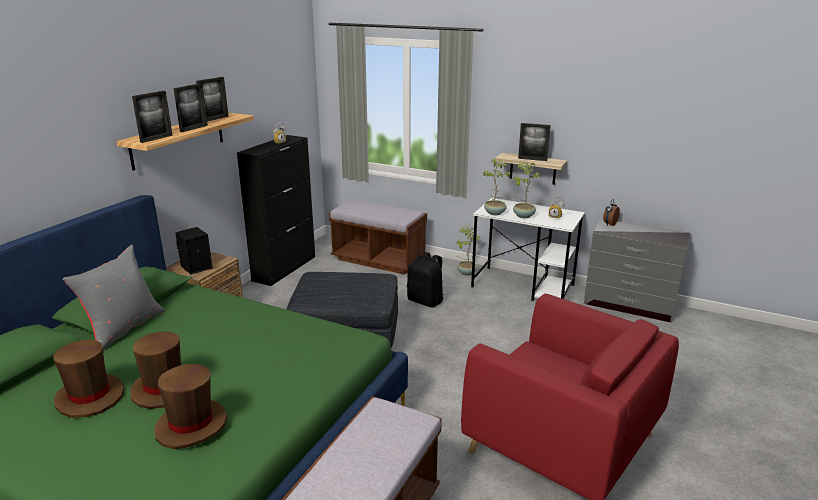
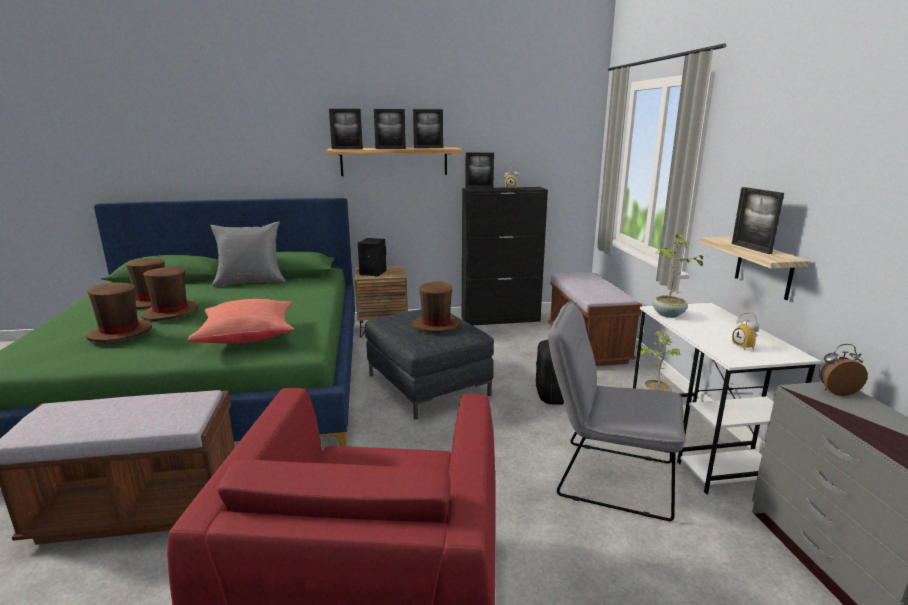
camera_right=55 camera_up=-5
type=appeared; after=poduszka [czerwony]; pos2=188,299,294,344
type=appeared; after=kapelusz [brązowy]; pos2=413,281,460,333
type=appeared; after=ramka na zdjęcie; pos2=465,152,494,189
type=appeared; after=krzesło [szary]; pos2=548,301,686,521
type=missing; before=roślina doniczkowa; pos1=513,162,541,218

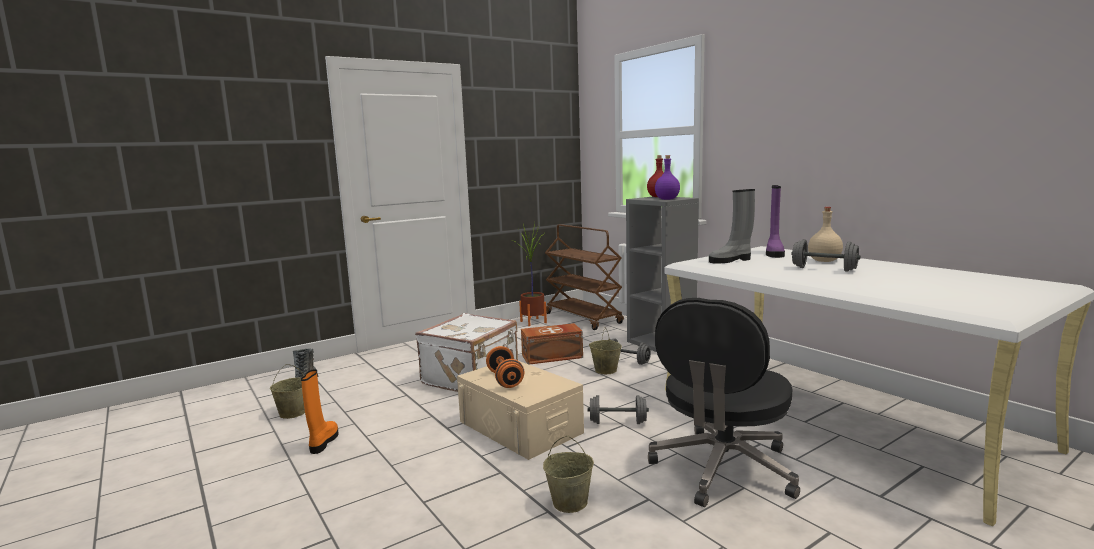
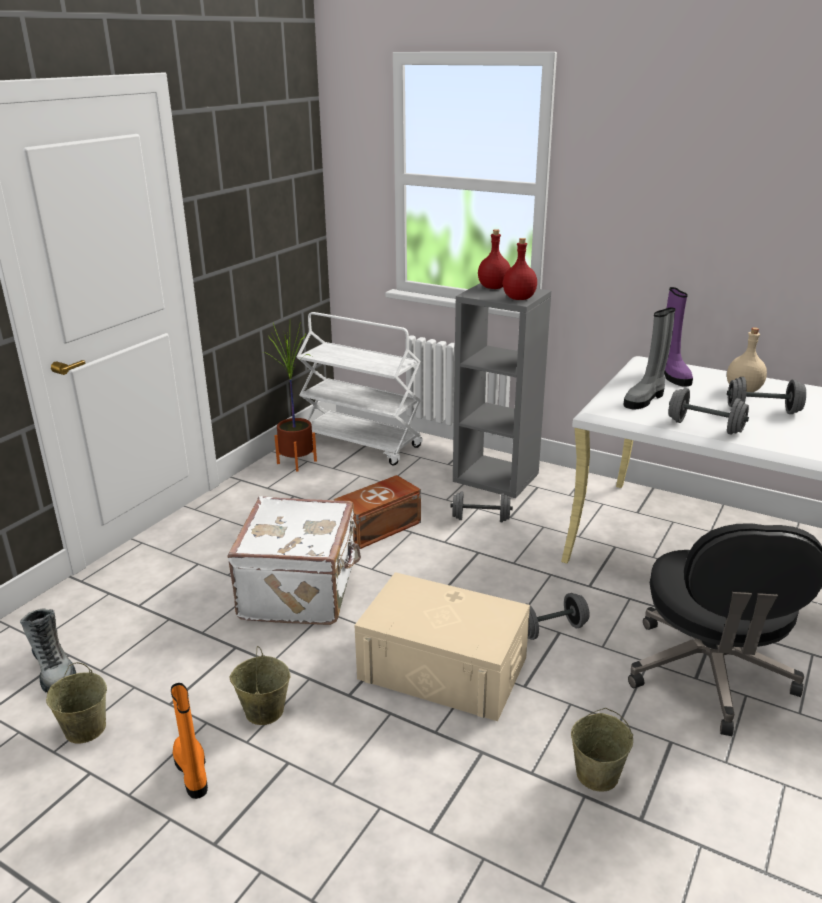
camera_right=-25 camera_up=15
type=relocated; before=wiadro [beżowy]; pos1=589,328,622,374; pos2=230,646,291,725
type=colour; before=wózek [brązowy]; after=wózek [biały]; pos1=545,224,624,330; pos2=297,312,423,466
type=colour; before=butelka [fioletowy]; after=butelka [czerwony]; pos1=655,155,680,200; pos2=503,238,537,300
type=appeared; after=hantel [szary]; pos2=668,388,749,435
type=missing; before=hantel [pomarańczowy]; pos1=486,346,524,388

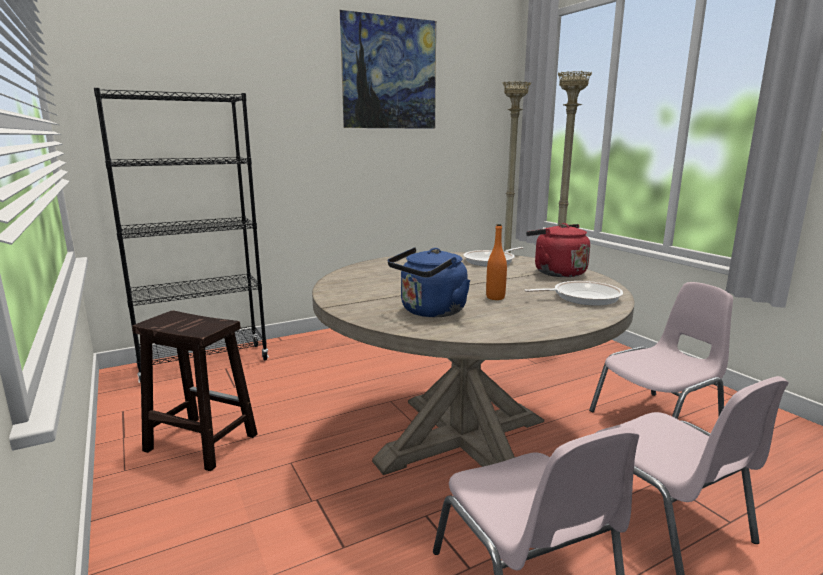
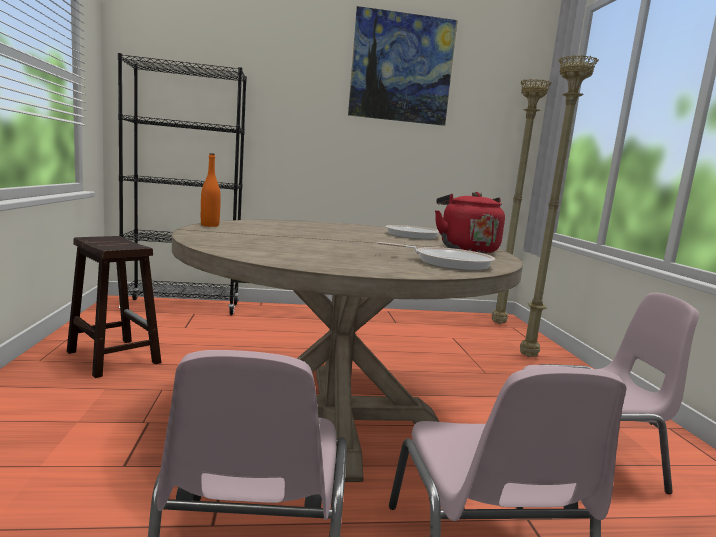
camera_right=20 camera_up=-5
type=relocated; before=butelka [pomarańczowy]; pos1=486,224,507,300; pos2=201,153,221,227
type=missing; before=czajnik [niebieski]; pos1=388,247,471,317

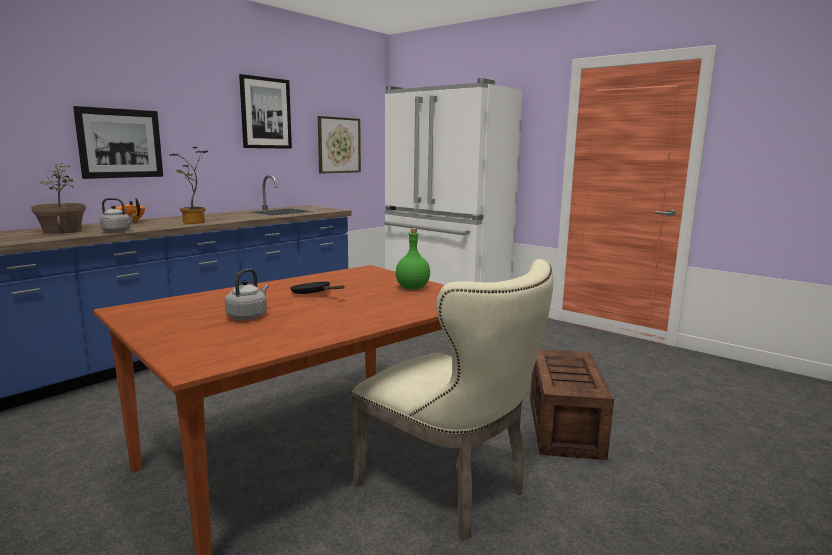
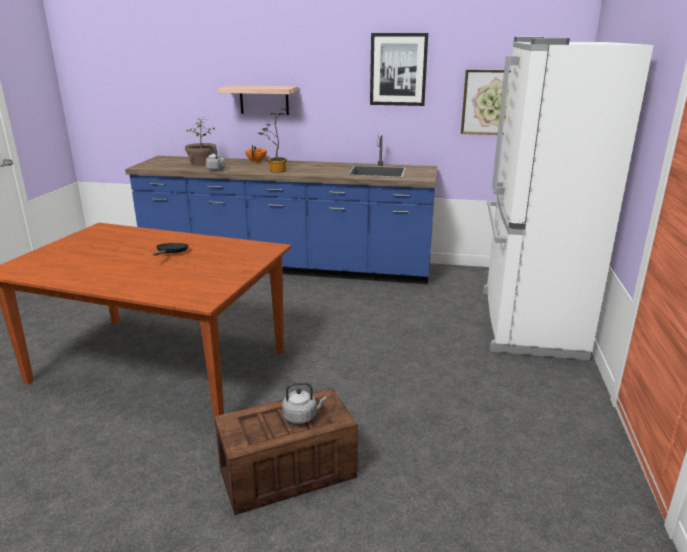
camera_right=60 camera_up=10
type=exchanged; before=obraz; after=półka; pos1=73,106,163,179; pos2=218,85,298,115
type=relocated; before=czajnik [szary]; pos1=225,269,269,320; pos2=282,382,327,424
type=missing; before=krzesło [beżowy]; pos1=352,259,553,540
type=missing; before=butelka [zielony]; pos1=396,228,430,289

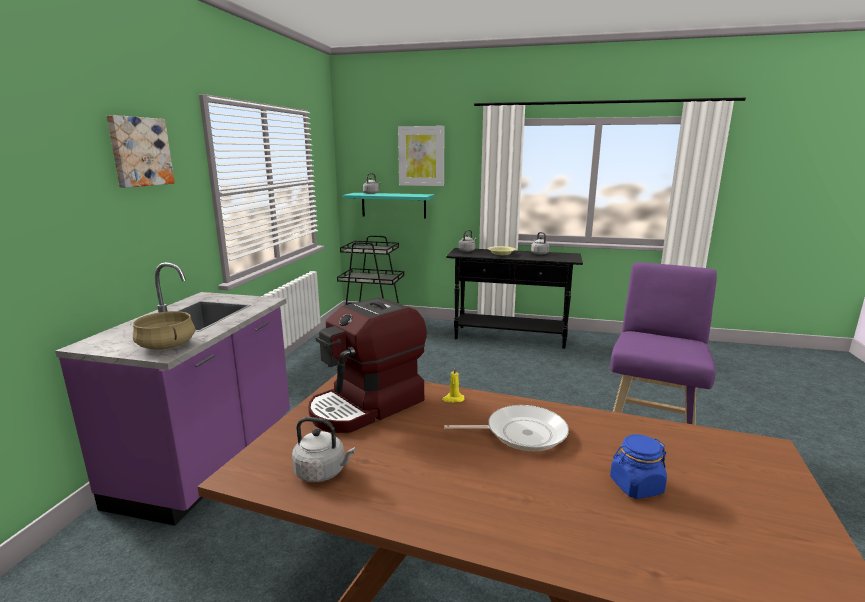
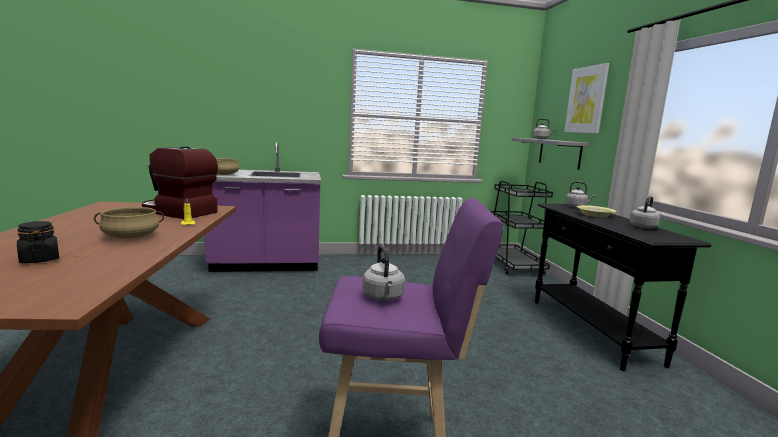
camera_right=65 camera_up=-5
type=colour; before=słoik [niebieski]; after=słoik [czarny]; pos1=610,434,667,499; pos2=17,221,59,263
type=exchanged; before=patelnia; after=garnek [beżowy]; pos1=444,405,569,451; pos2=94,207,164,239
type=relocated; before=czajnik [szary]; pos1=292,417,355,482; pos2=363,245,405,301
type=colour; before=półka [turkusowy]; after=półka [szary]; pos1=342,193,435,218; pos2=512,138,590,170
type=missing; before=obraz; pos1=106,115,175,188

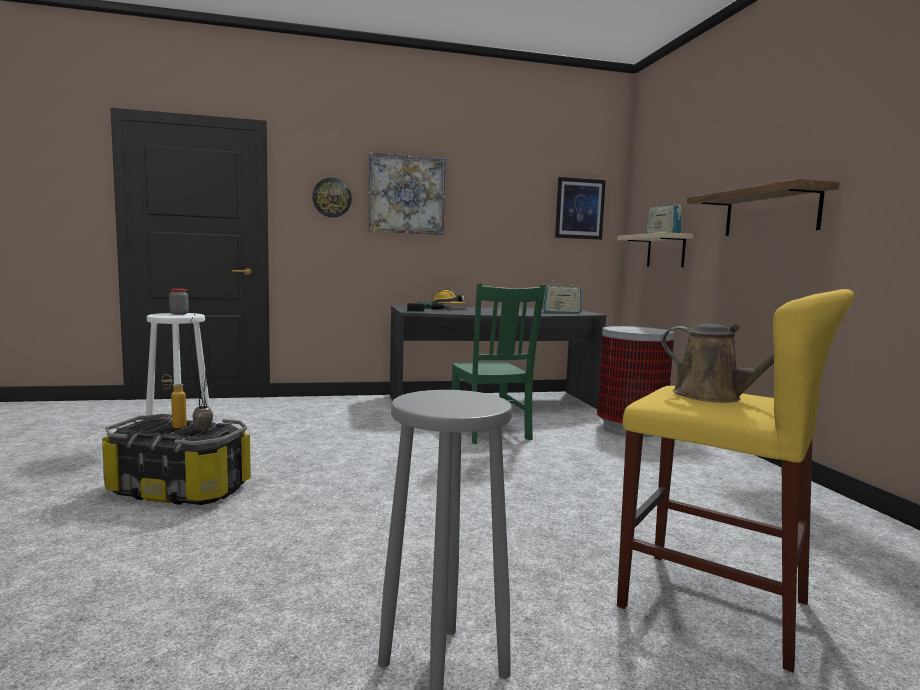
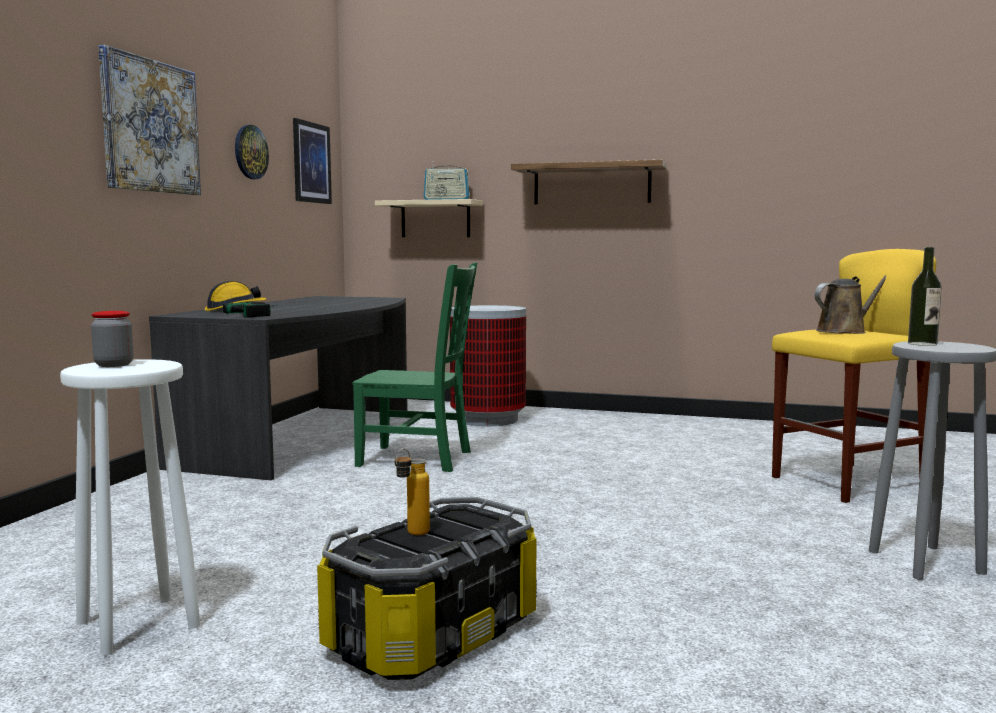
camera_right=-60 camera_up=0
type=relocated; before=zegar ścienny; pos1=312,178,352,218; pos2=235,125,269,179
type=appeared; after=butelka; pos2=908,247,942,346
type=missing; before=roślina doniczkowa; pos1=181,316,213,432
type=missing; before=radio; pos1=543,280,581,313

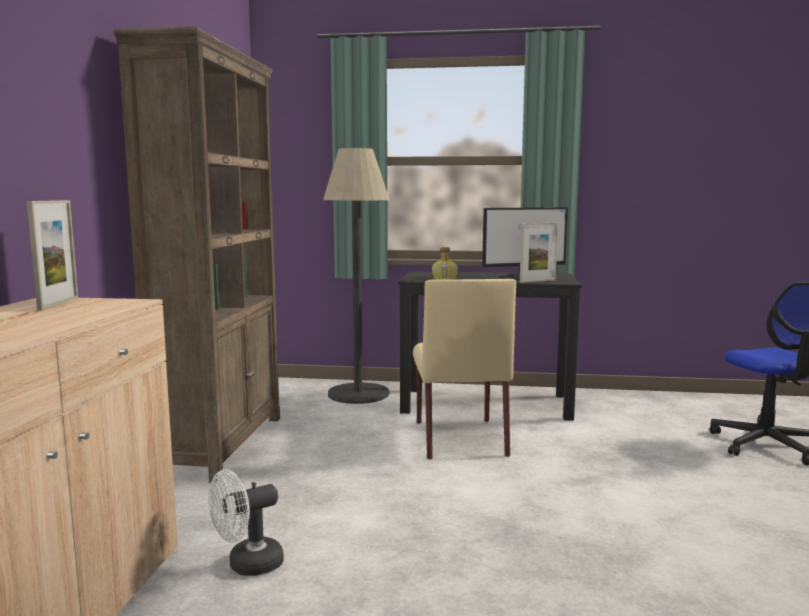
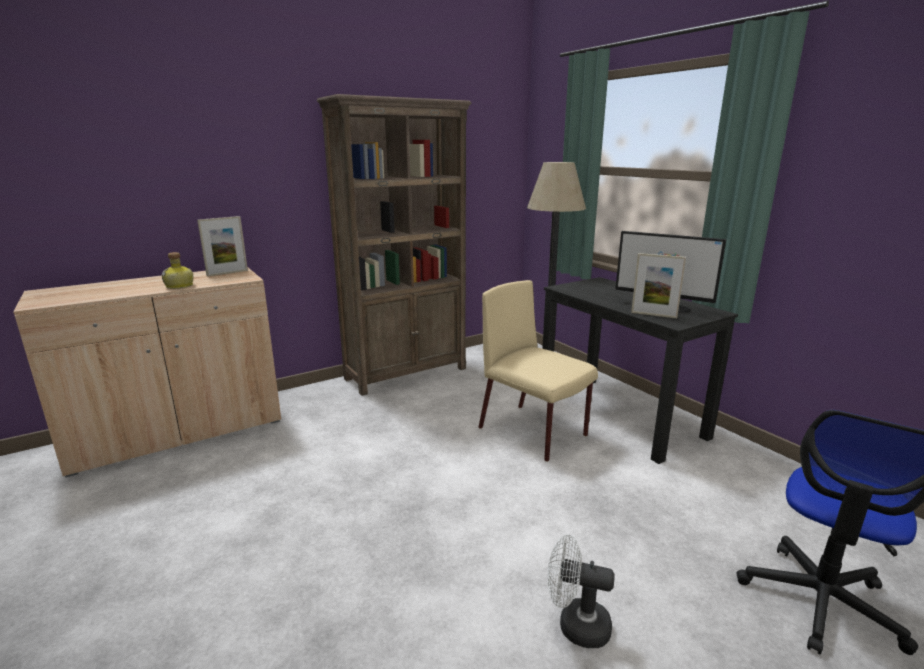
camera_right=50 camera_up=10
type=relocated; before=butelka; pos1=432,247,458,279; pos2=162,252,193,289
type=spun; before=krzesło [beżowy]; pos1=413,279,516,460; pos2=479,280,598,462; turn=90
type=relocated; before=wentylator [biały]; pos1=208,469,284,576; pos2=548,534,615,648

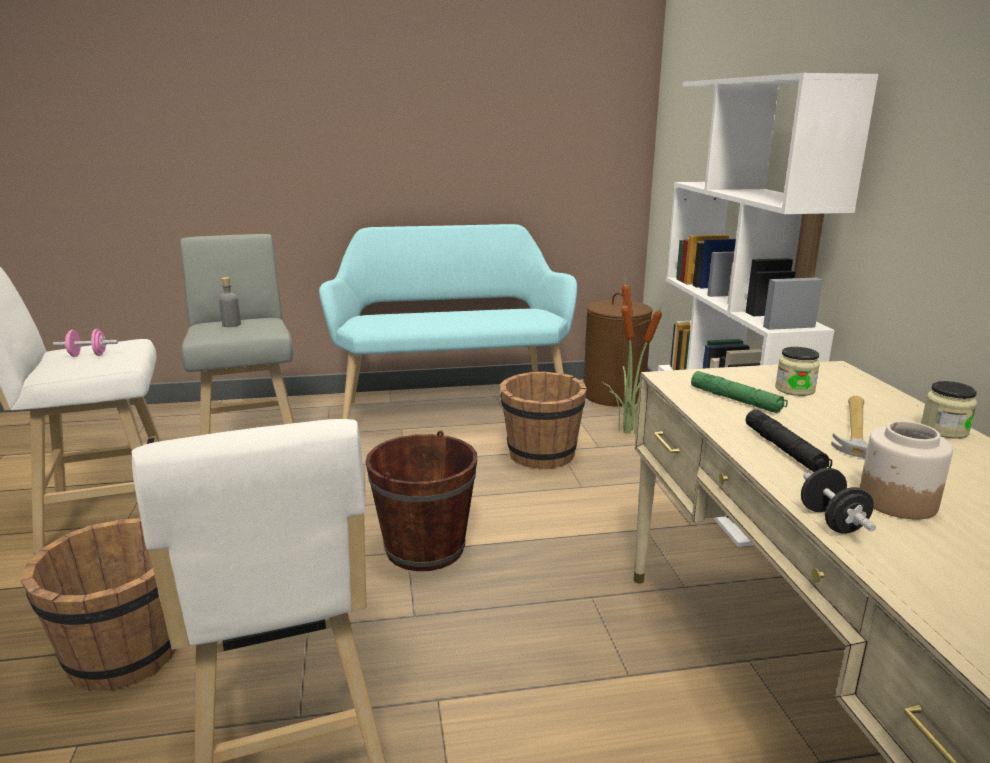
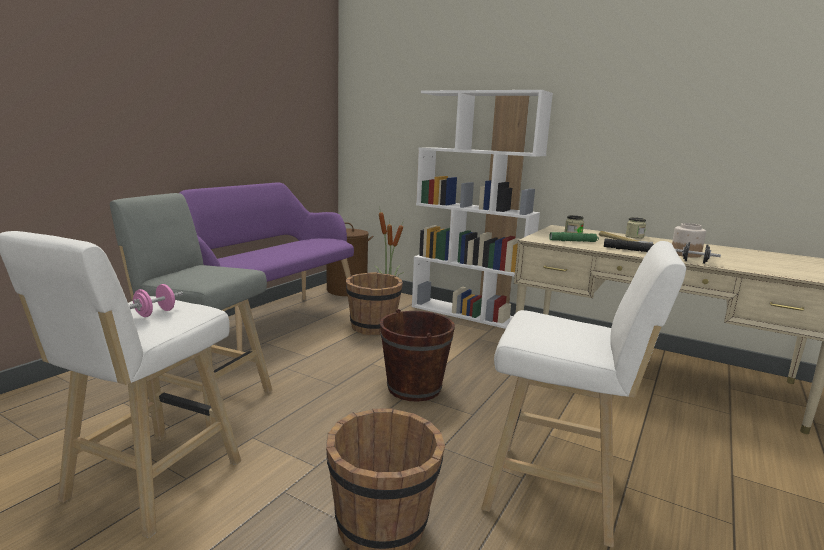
camera_right=-50 camera_up=-5
type=colour; before=ławka [turkusowy]; after=ławka [fioletowy]; pos1=319,224,577,419; pos2=180,183,354,351
type=missing; before=butelka [szary]; pos1=219,277,241,327

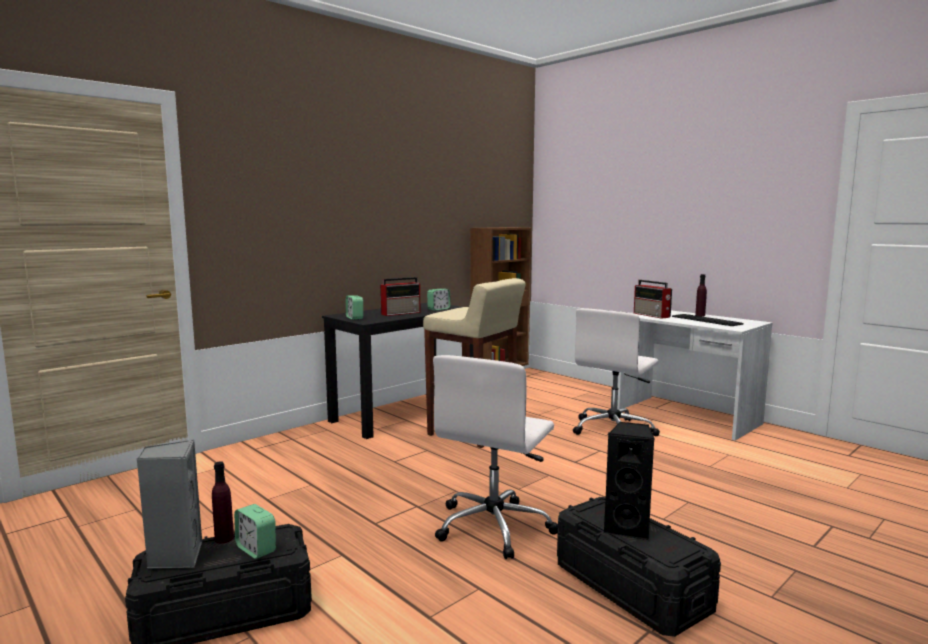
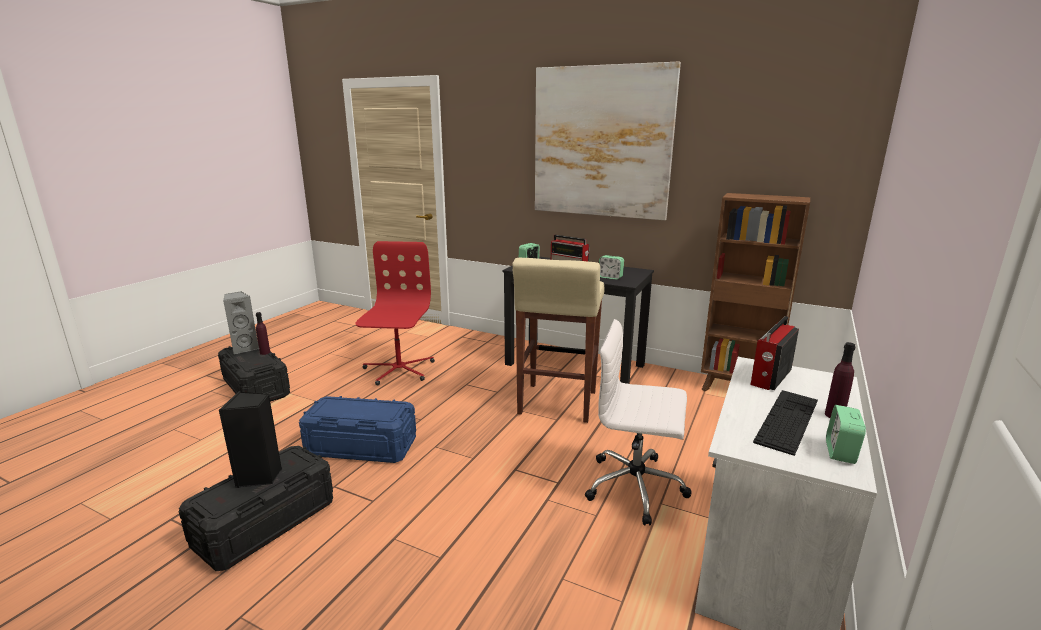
camera_right=70 camera_up=10
type=exchanged; before=krzesło biurowe [biały]; after=pojemnik do przechowywania [niebieski]; pos1=433,355,558,559; pos2=299,396,416,463
type=appeared; after=krzesło biurowe [czerwony]; pos2=355,241,435,385
type=appeared; after=obraz; pos2=535,62,681,220
type=relocated; before=budzik; pos1=234,504,276,559; pos2=826,405,866,464

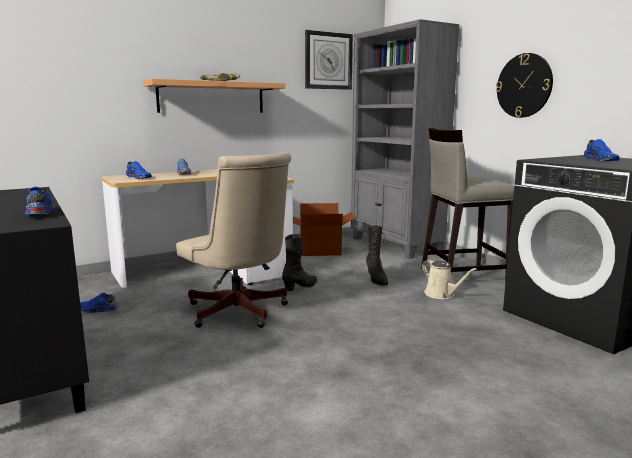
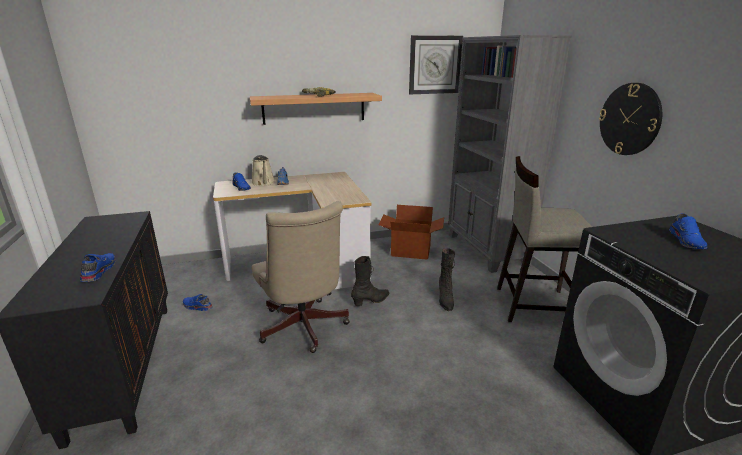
camera_right=15 camera_up=10
type=relocated; before=konewka [beżowy]; pos1=422,260,477,299; pos2=251,155,275,186

